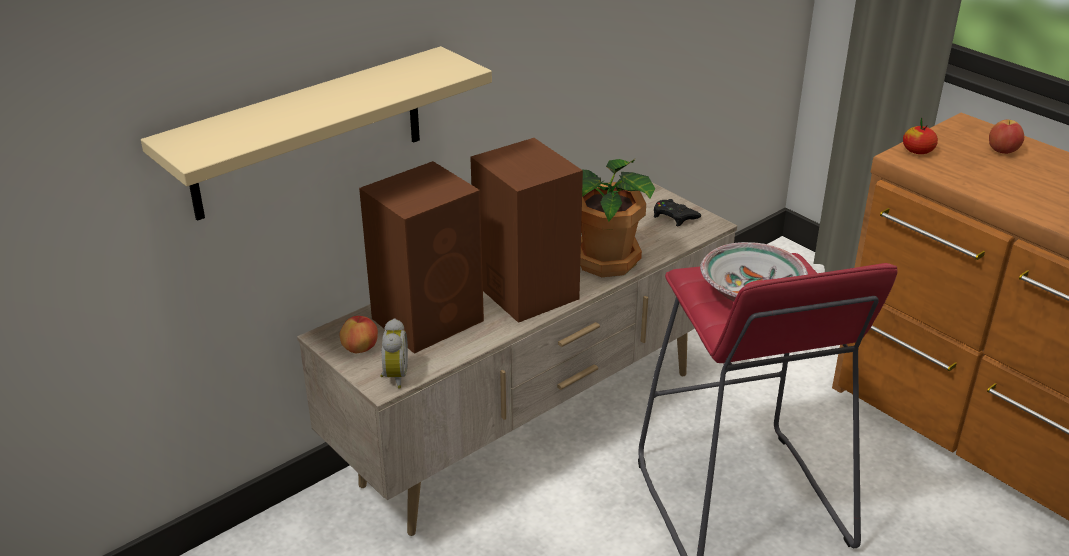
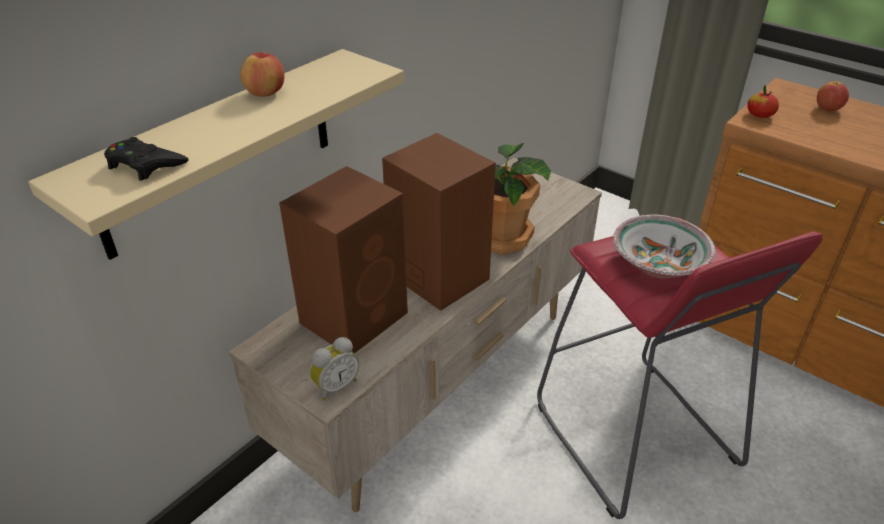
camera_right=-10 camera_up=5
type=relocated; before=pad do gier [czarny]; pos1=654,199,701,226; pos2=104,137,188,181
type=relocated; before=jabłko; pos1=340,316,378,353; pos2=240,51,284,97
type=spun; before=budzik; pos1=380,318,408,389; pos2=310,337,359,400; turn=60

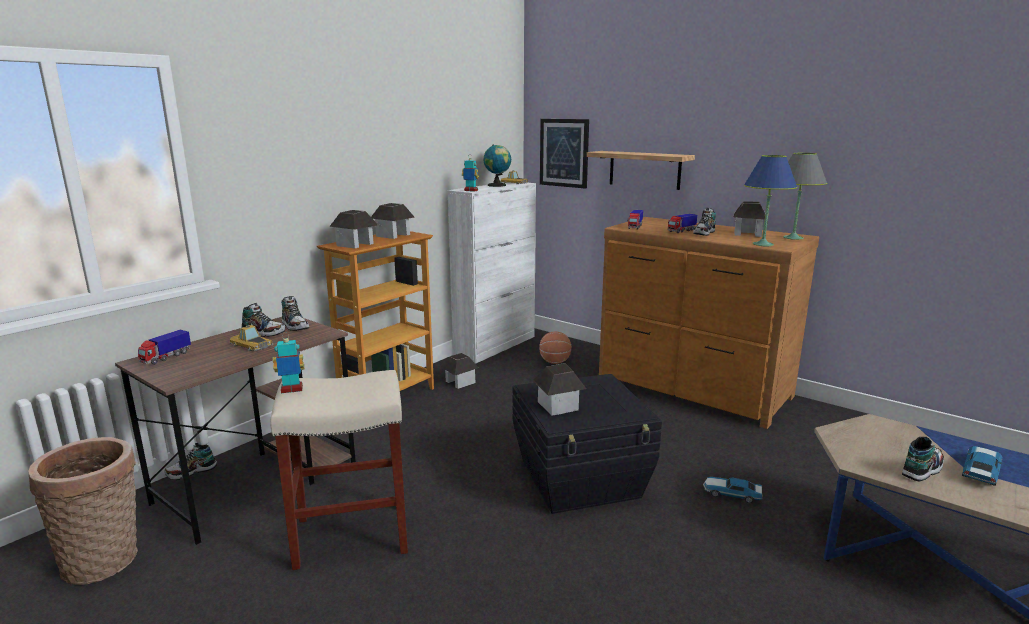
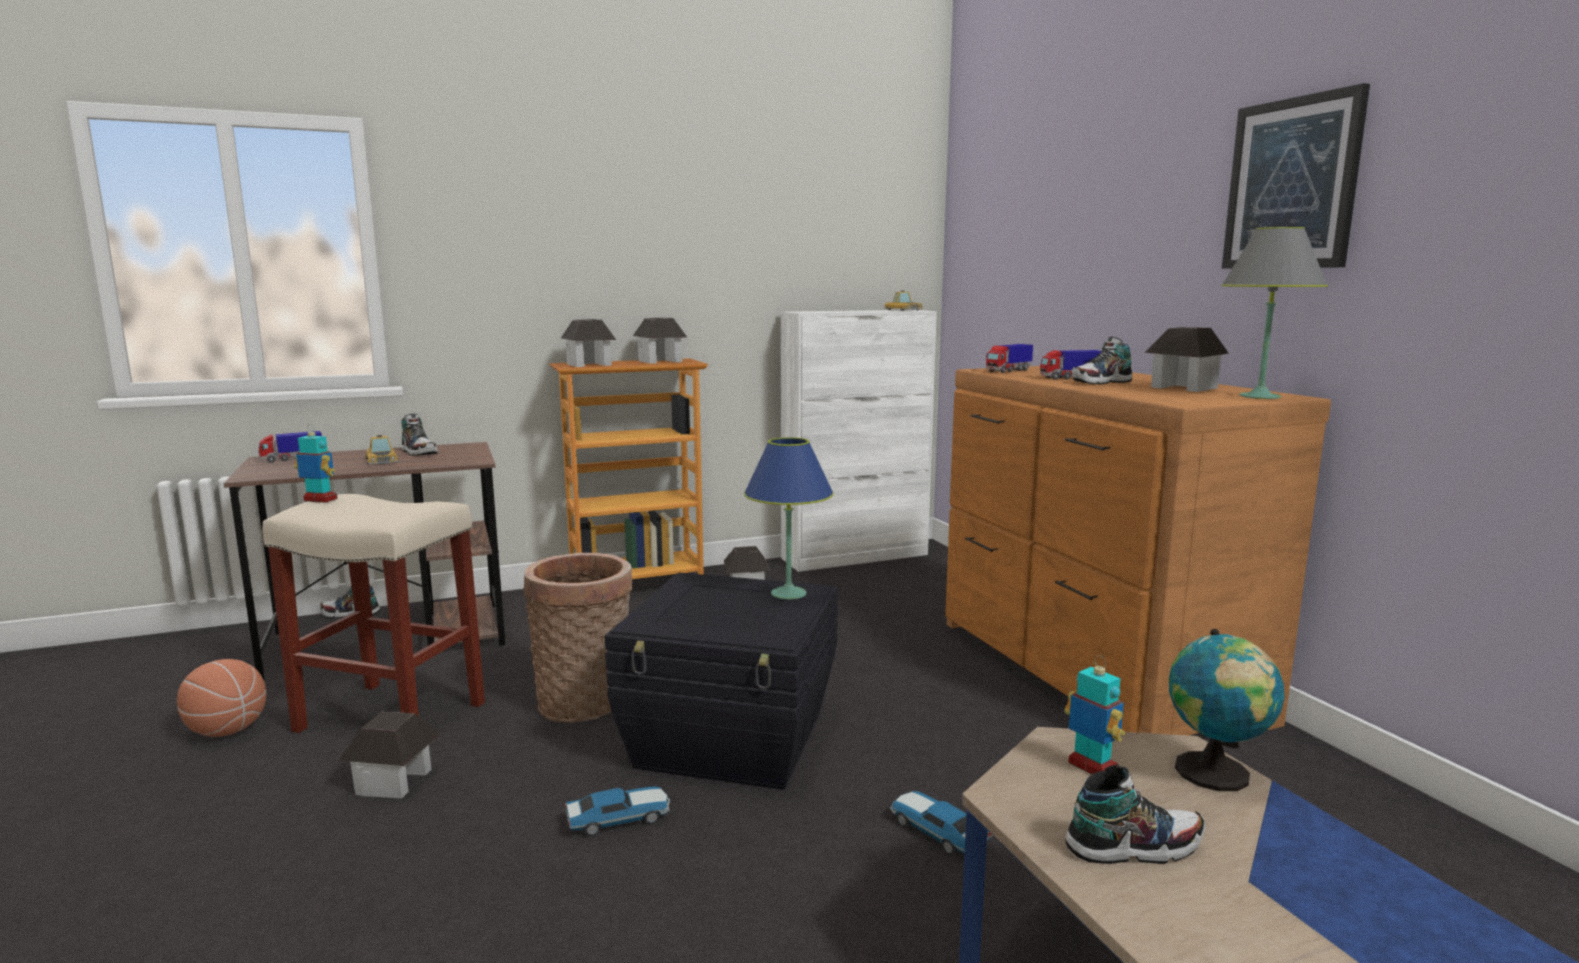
camera_right=30 camera_up=-5
type=relocated; before=piłka do koszykówki; pos1=539,331,571,364; pos2=177,659,266,737
type=relocated; before=domek; pos1=533,363,586,415; pos2=339,712,441,798
type=relocated; before=koszyk; pos1=28,437,138,585; pos2=523,553,632,723
type=relocated; before=samochodzik; pos1=962,446,1003,486; pos2=565,786,670,836
type=relocated; before=lampa stołowa [niebieski]; pos1=744,155,798,246; pos2=744,437,834,599
type=relocated; before=robot zabawkowy; pos1=462,155,479,192; pos2=1064,655,1125,774
type=relocated; before=globus; pos1=483,144,511,187; pos2=1169,629,1285,791
type=relocated; before=obraz; pos1=540,119,589,188; pos2=1222,83,1370,268
type=missing; before=but; pos1=281,296,309,331
type=missing; before=półka; pos1=587,151,695,190

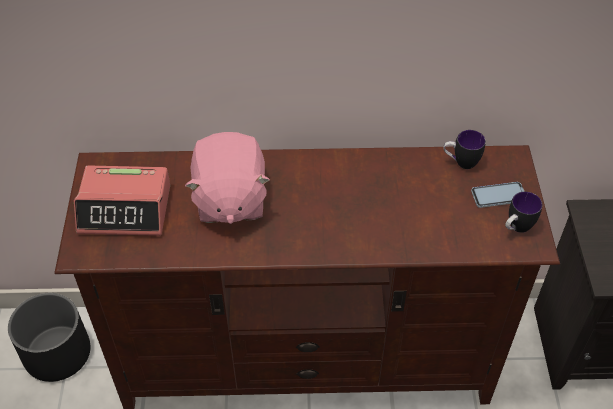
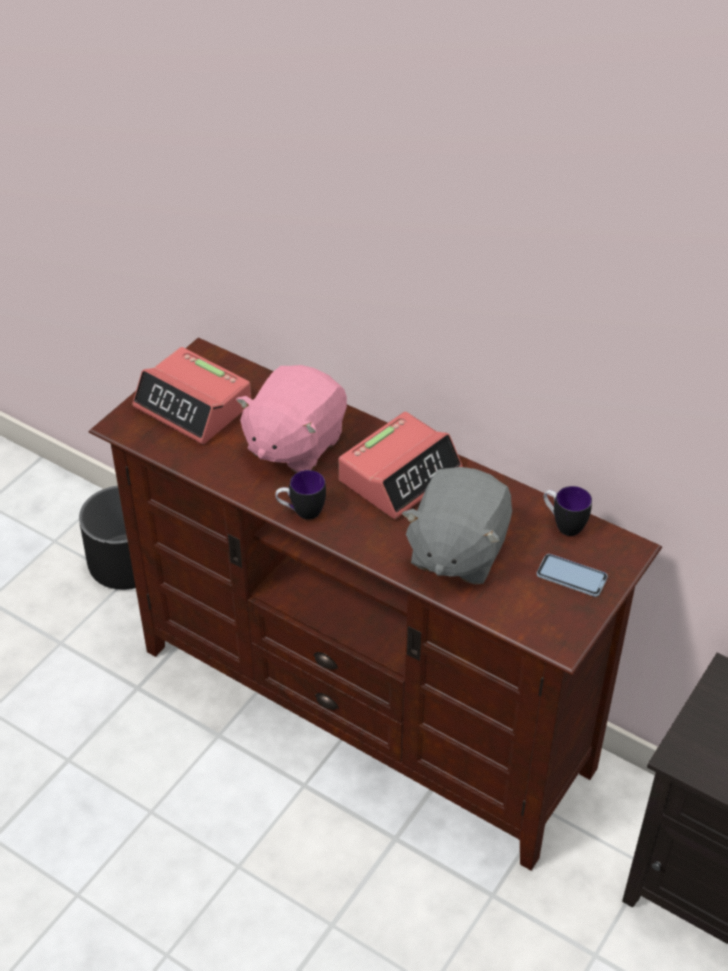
camera_right=35 camera_up=-5
type=relocated; before=kubek; pos1=505,192,543,233; pos2=275,470,326,520
type=appeared; after=budzik; pos2=339,412,463,519
type=appeared; after=pluszak [szary]; pos2=402,467,512,584

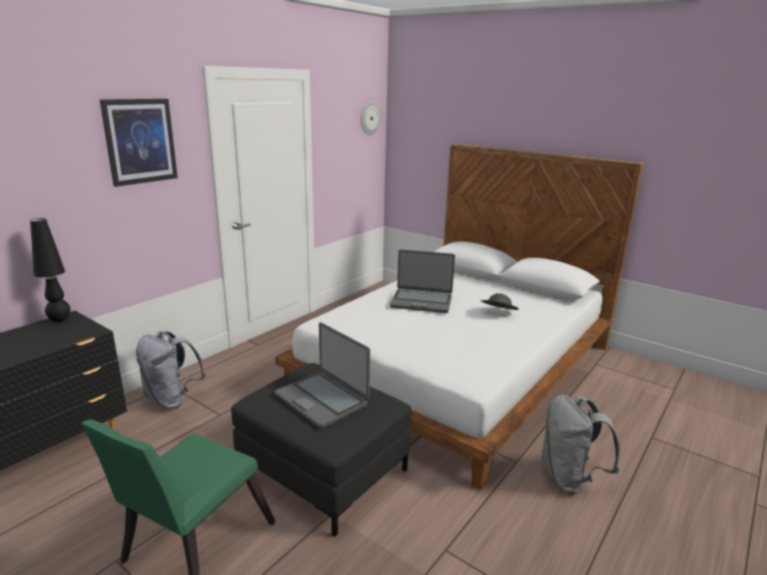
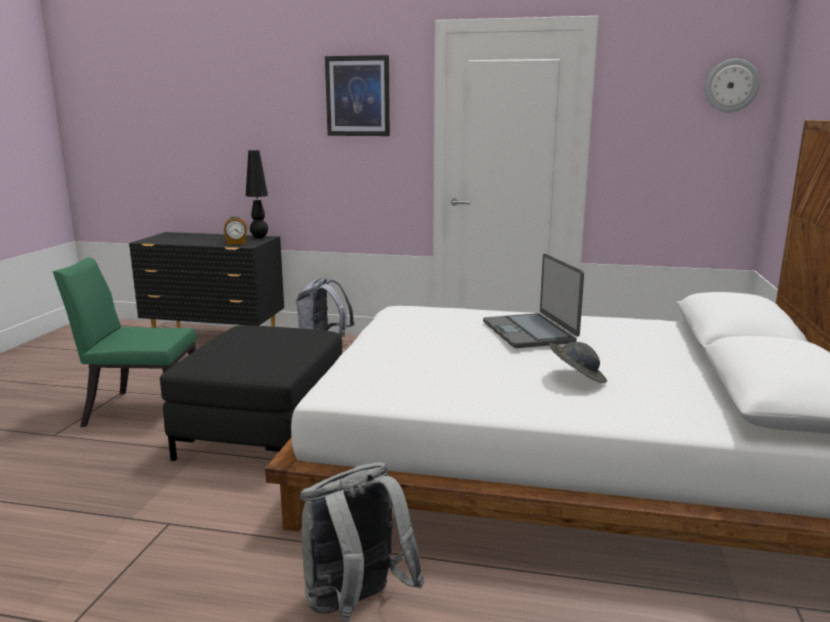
camera_right=65 camera_up=-5
type=appeared; after=budzik; pos2=224,216,247,245
type=missing; before=laptop; pos1=275,322,370,429

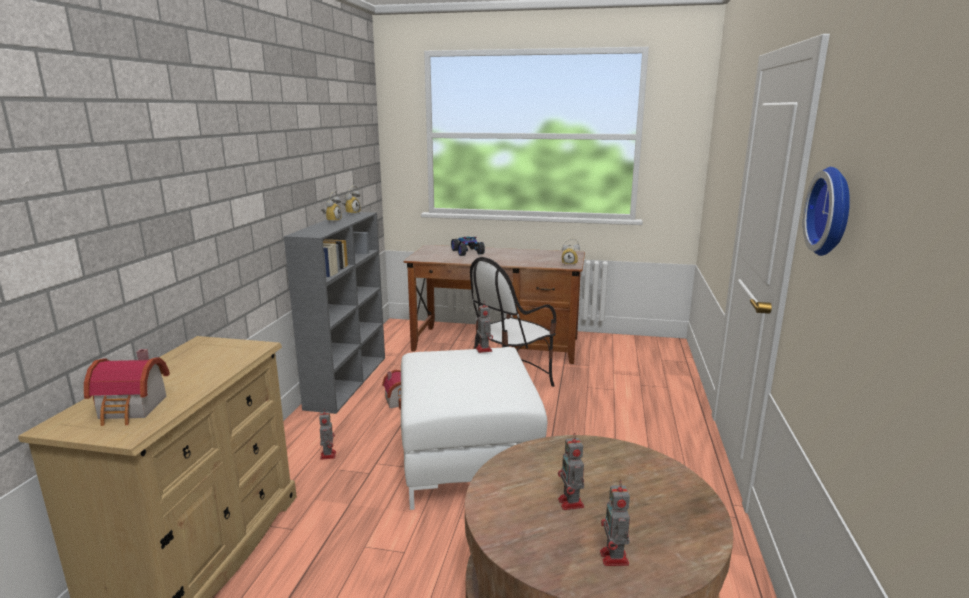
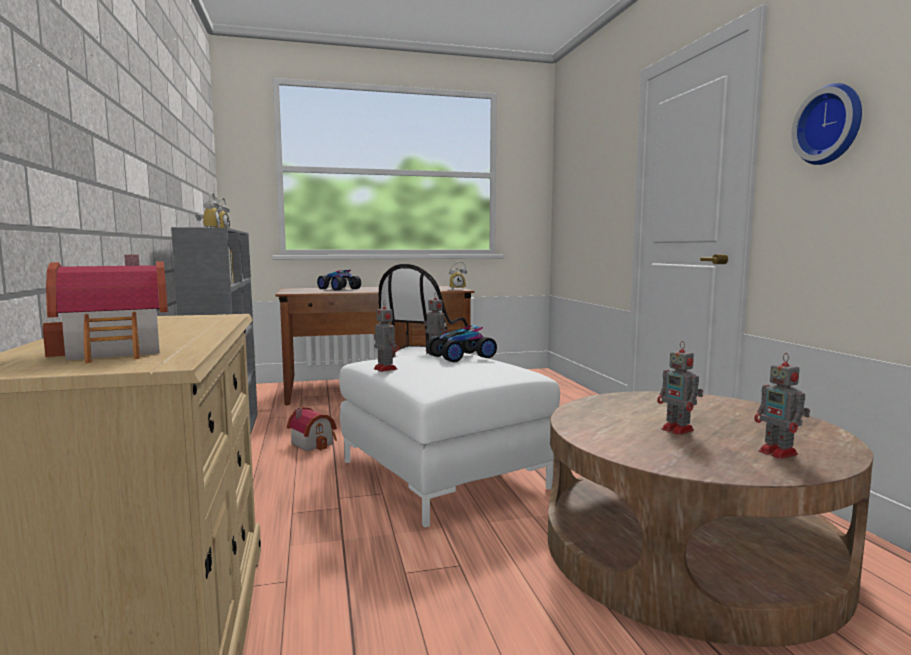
camera_right=-25 camera_up=-10
type=relocated; before=robot zabawkowy; pos1=319,410,336,460; pos2=374,300,399,372
type=appeared; after=samochodzik; pos2=426,325,497,362

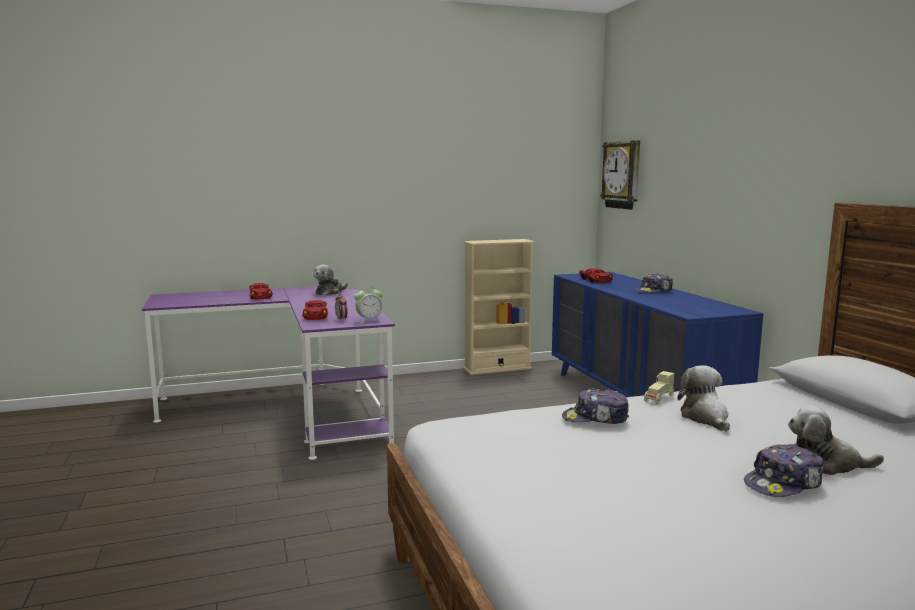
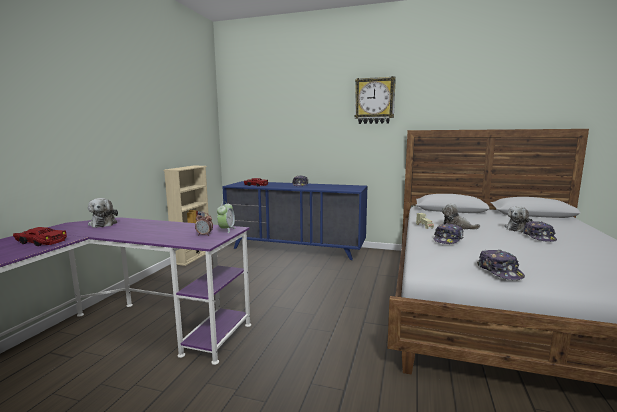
camera_right=-55 camera_up=0
type=relocated; before=zegar ścienny; pos1=600,140,640,210; pos2=354,76,396,124
type=appeared; after=czapka z daszkiem; pos2=477,250,525,280
type=missing; before=samochodzik [czerwony]; pos1=302,300,328,320

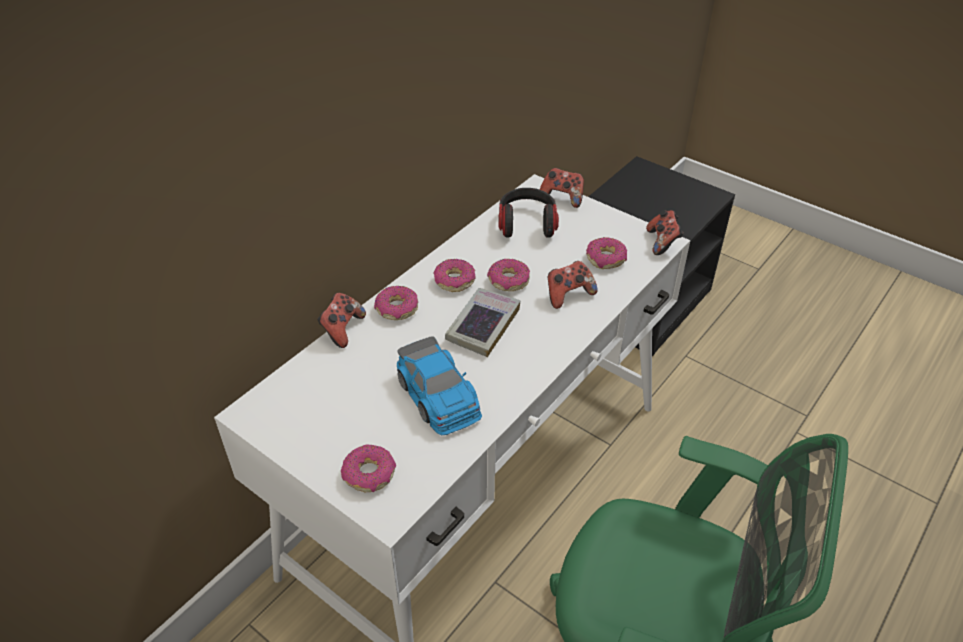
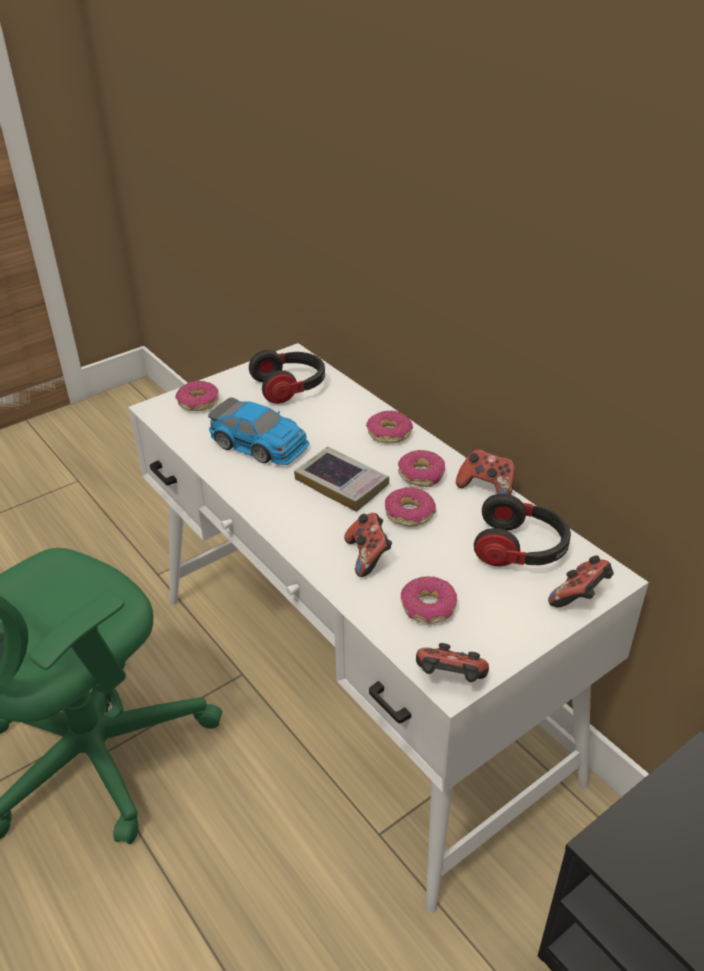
camera_right=105 camera_up=-5
type=spun; before=samochodzik; pos1=397,336,482,435; pos2=208,397,310,465; turn=-135
type=appeared; after=słuchawki; pos2=249,350,325,404
type=relocated; before=pad do gier; pos1=317,293,366,348; pos2=456,449,515,495

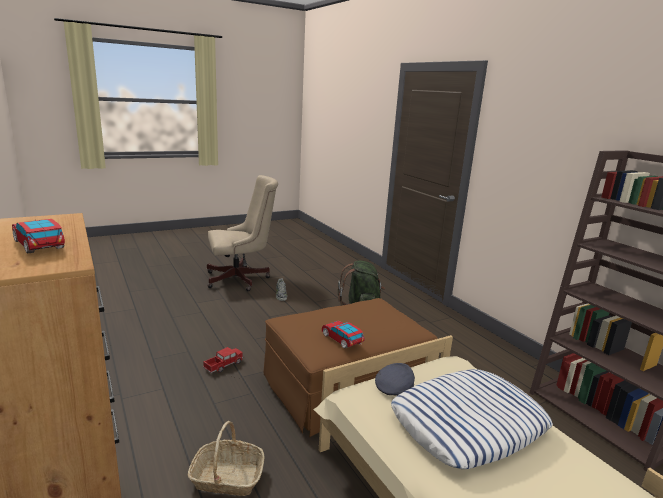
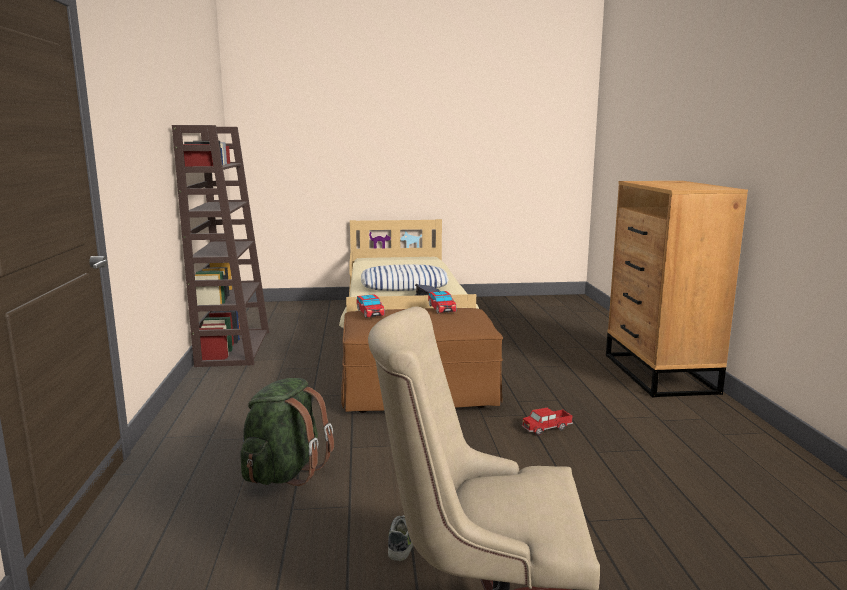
camera_right=-155 camera_up=-5
type=relocated; before=samochodzik; pos1=12,219,65,253; pos2=356,294,385,318
type=missing; before=koszyk; pos1=188,421,265,496

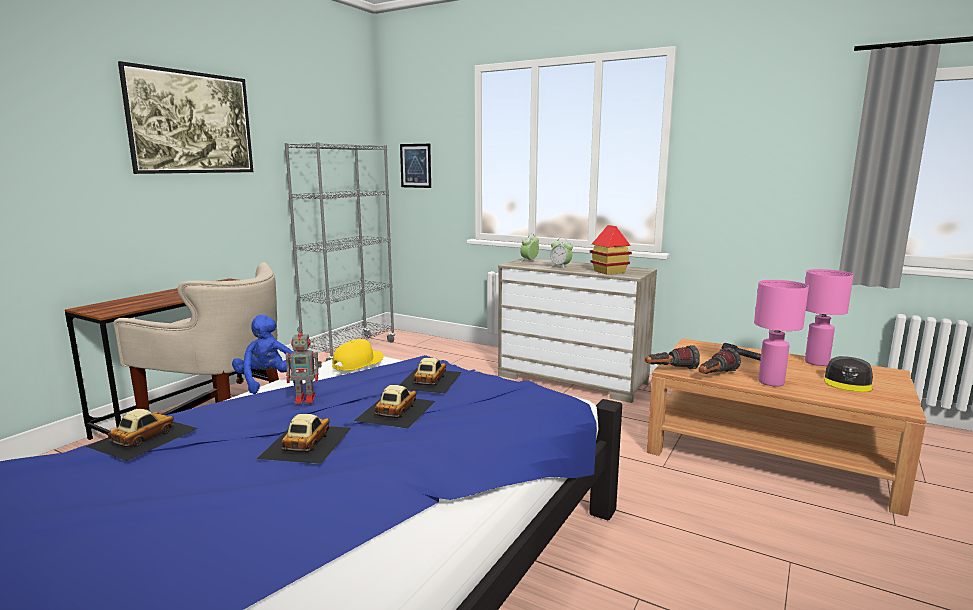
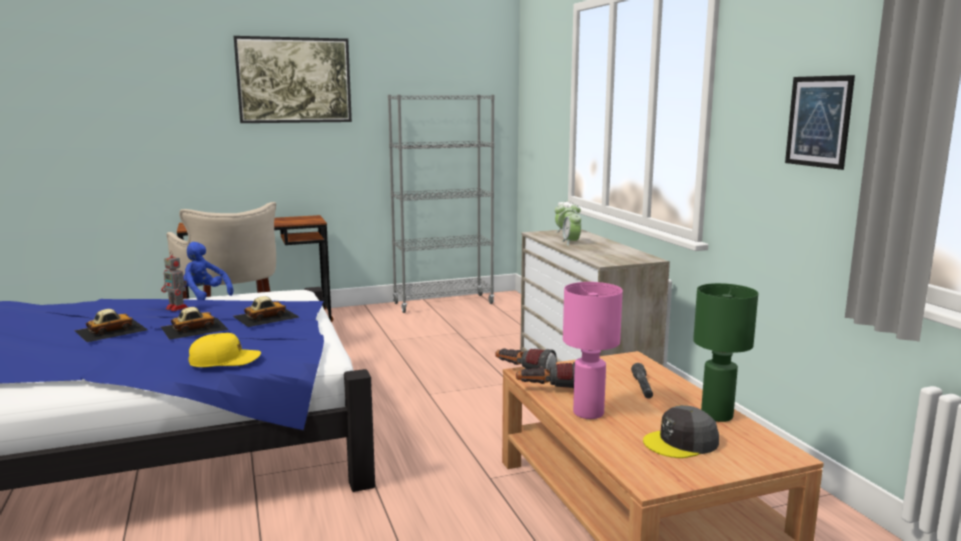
camera_right=40 camera_up=0
type=spun; before=pluszak [niebieski]; pos1=232,315,295,394; pos2=183,242,233,300; turn=-60
type=relocated; before=czapka z daszkiem [żółty]; pos1=332,339,384,371; pos2=188,333,261,367
type=colour; before=lampa stołowa [różowy]; after=lampa stołowa [zielony]; pos1=805,269,853,366; pos2=693,283,758,422
type=relocated; before=obraz; pos1=400,144,431,188; pos2=785,75,855,170
type=missing; before=samochodzik; pos1=86,409,198,461
type=missing; before=domek; pos1=590,225,632,275

